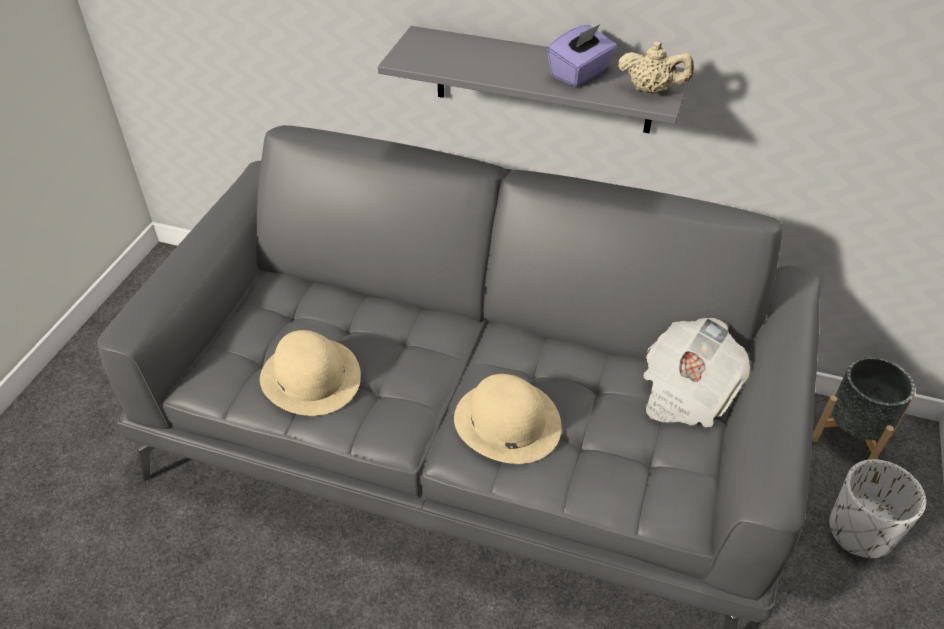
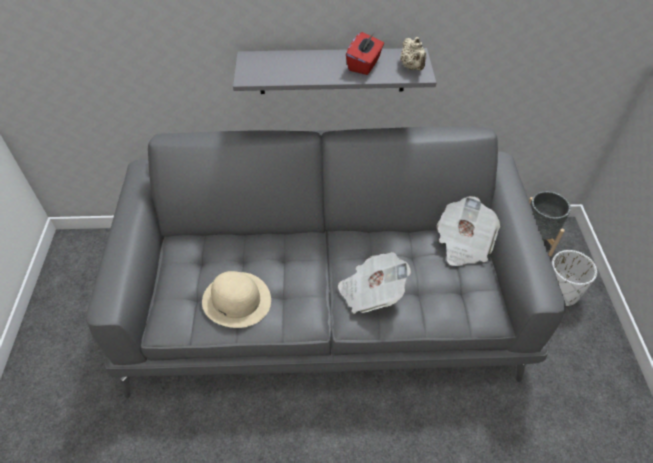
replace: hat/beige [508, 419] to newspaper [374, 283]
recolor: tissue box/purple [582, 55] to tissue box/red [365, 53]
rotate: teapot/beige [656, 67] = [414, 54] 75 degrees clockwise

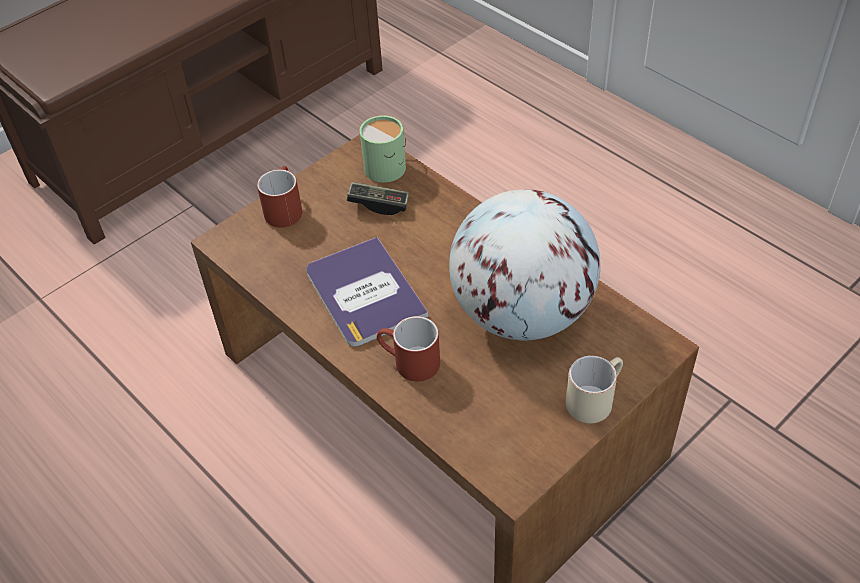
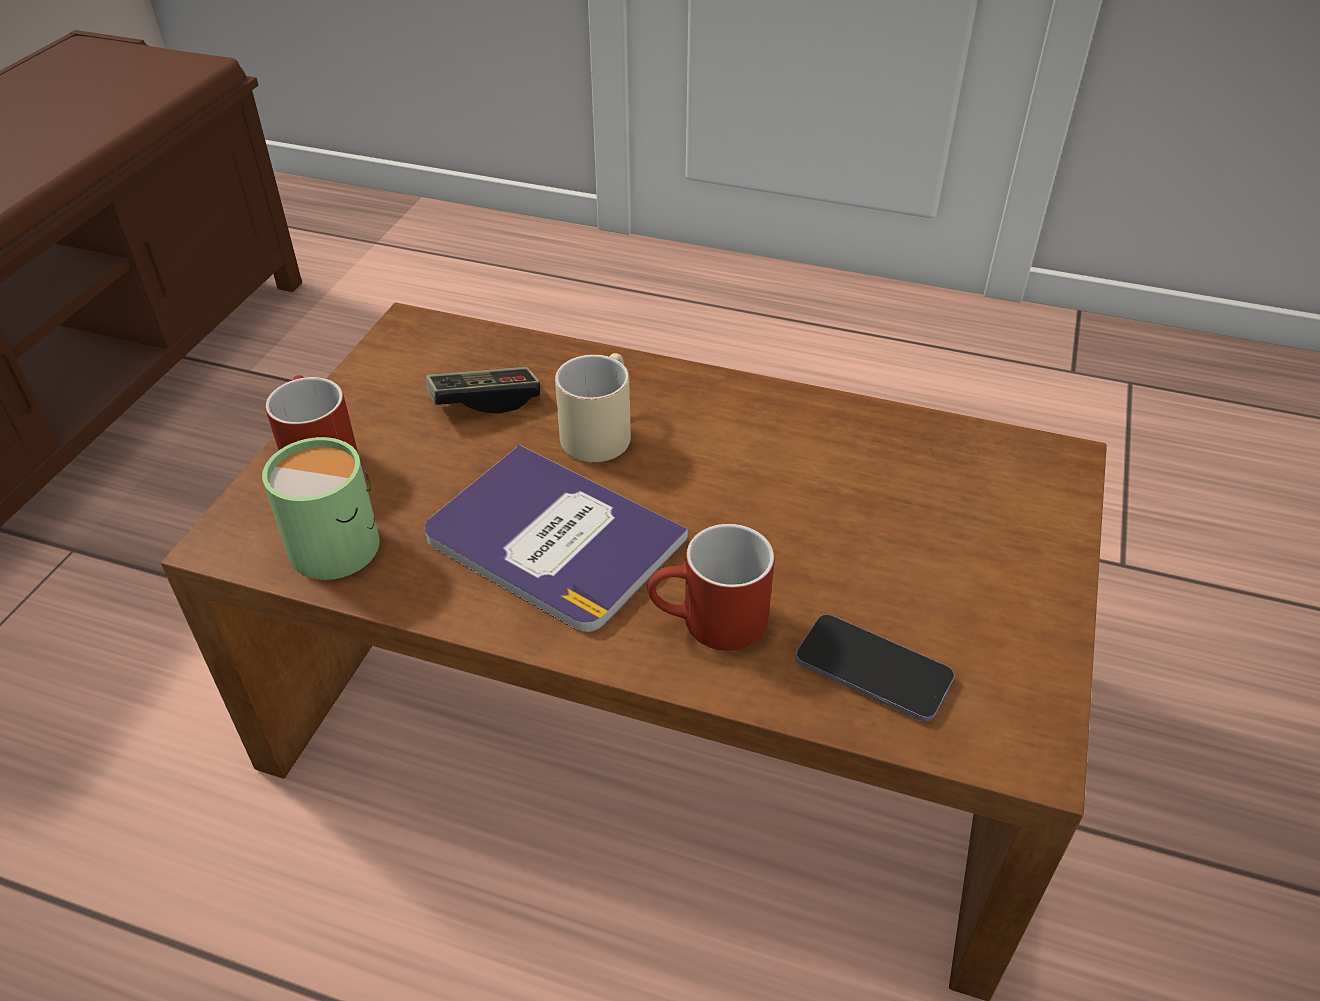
delete: globe [524, 264]
insert: phone [875, 668]
move: mug/green [383, 149] to [321, 508]; mug/beige [594, 389] to [593, 407]

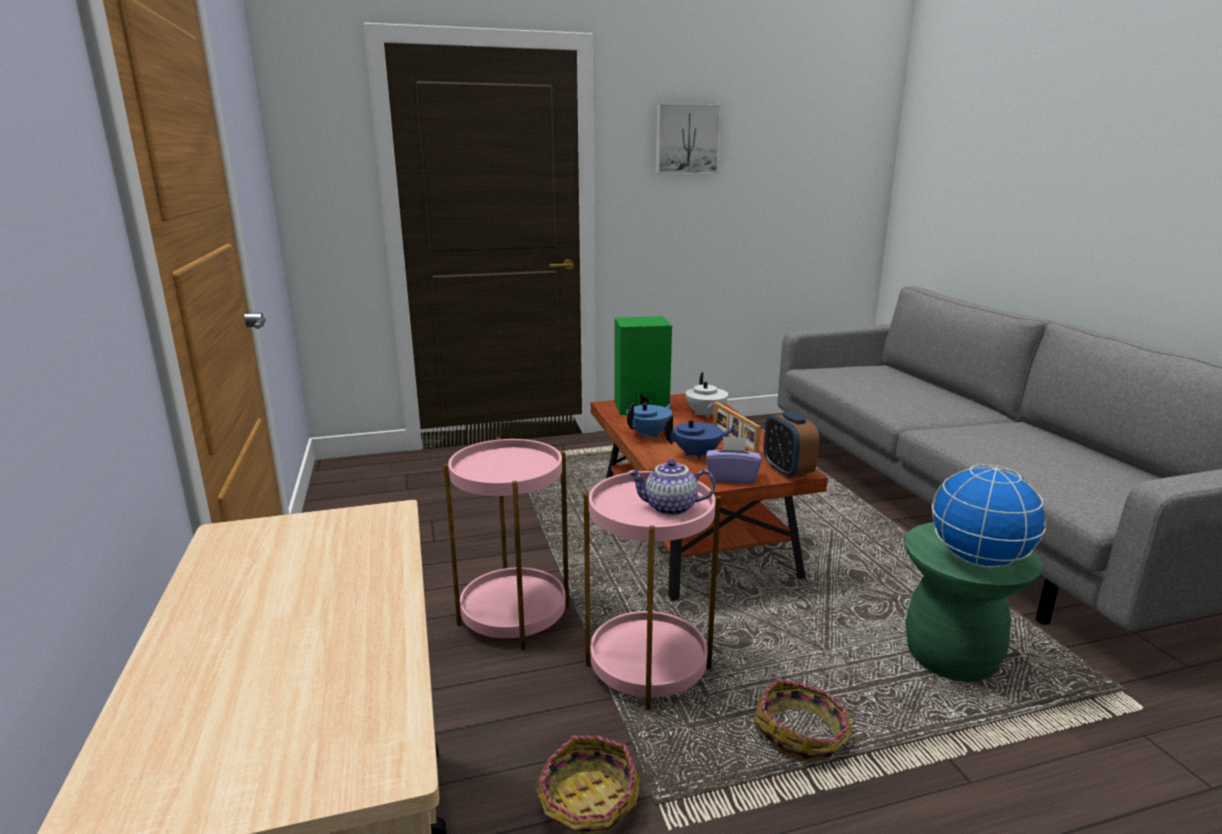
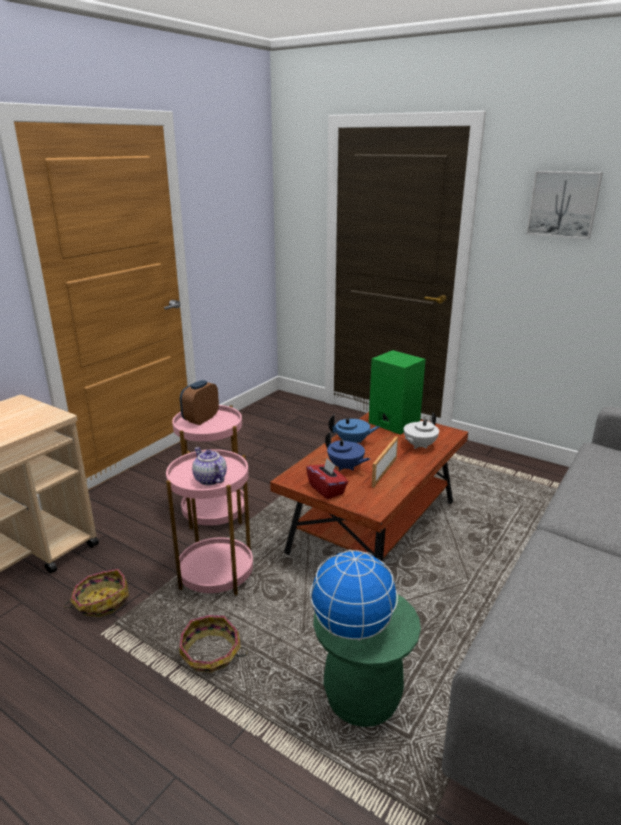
move: alarm clock [791, 445] to [199, 402]
recolor: tissue box/purple [734, 460] to tissue box/red [327, 479]

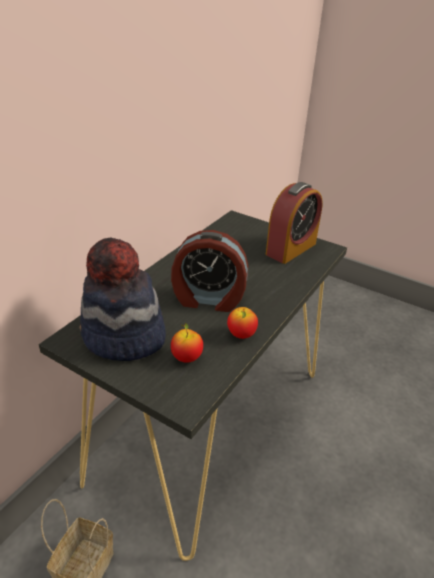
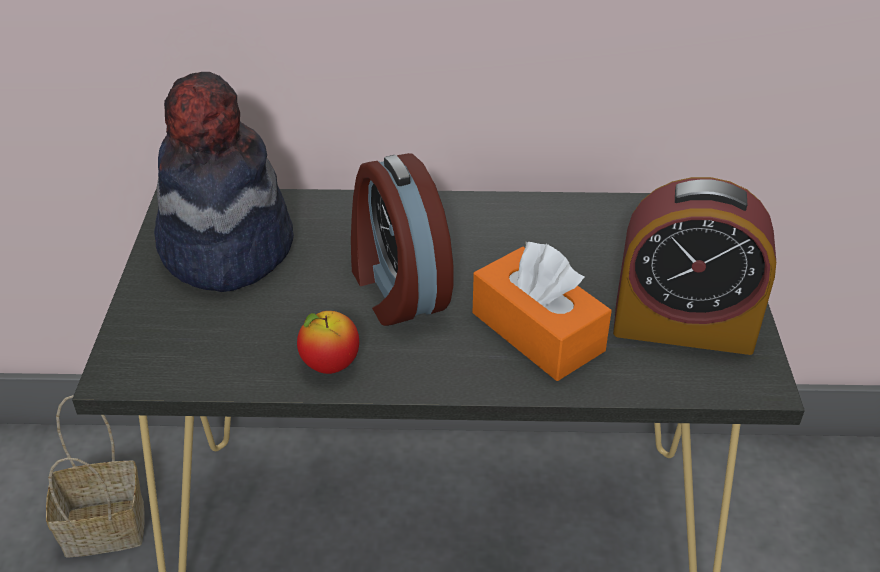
delete: apple [187, 343]
insert: tissue box/orange [542, 311]

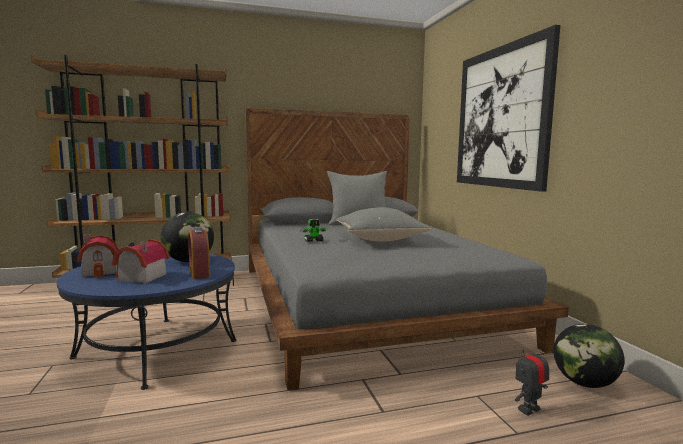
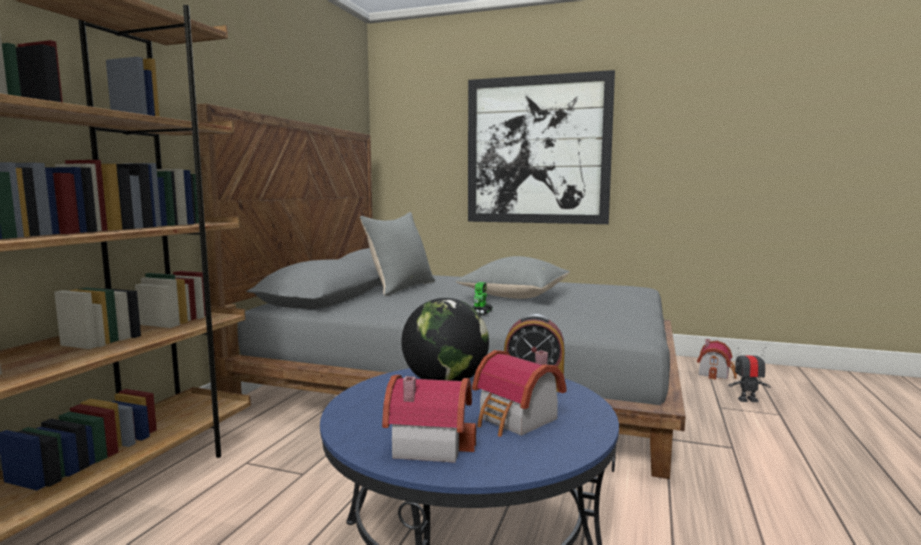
replace: globe [589, 356] to toy house [717, 359]
rotate: toy robot [532, 379] = [749, 374] 90 degrees clockwise

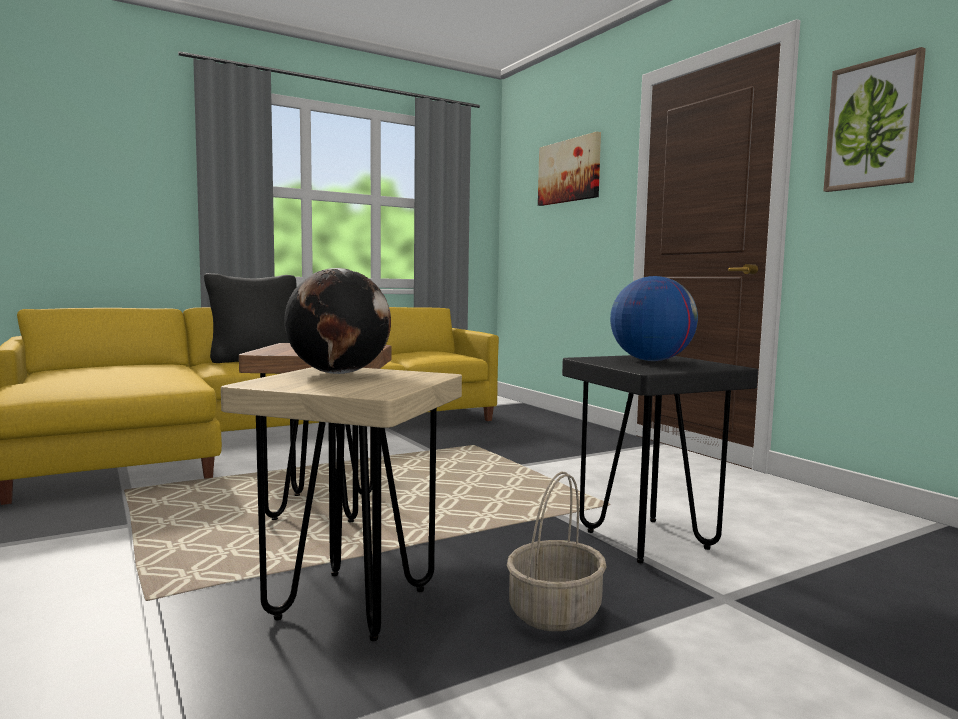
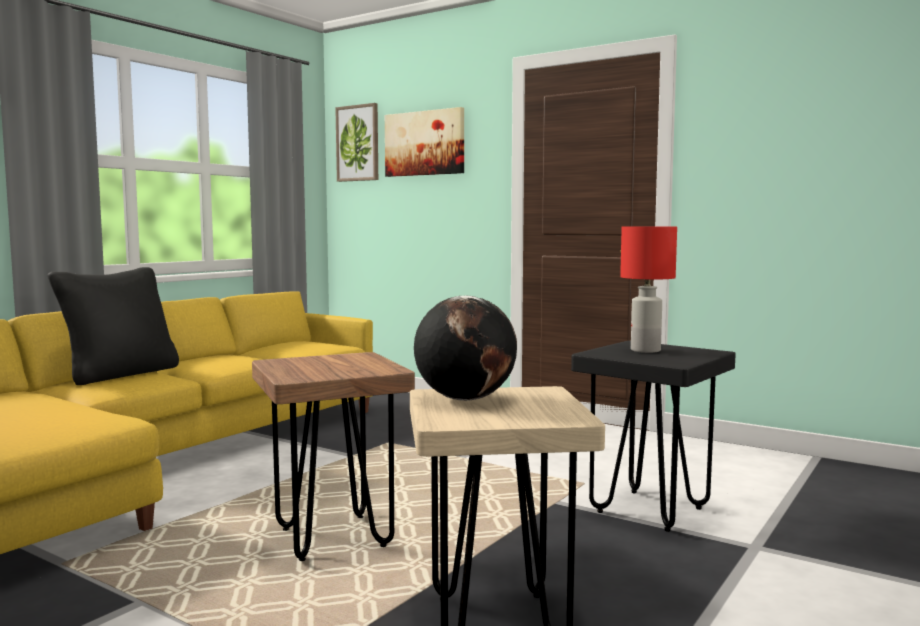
delete: basket [557, 551]
move: picture [875, 119] to [356, 142]
replace: globe [654, 318] to table lamp/red [648, 290]

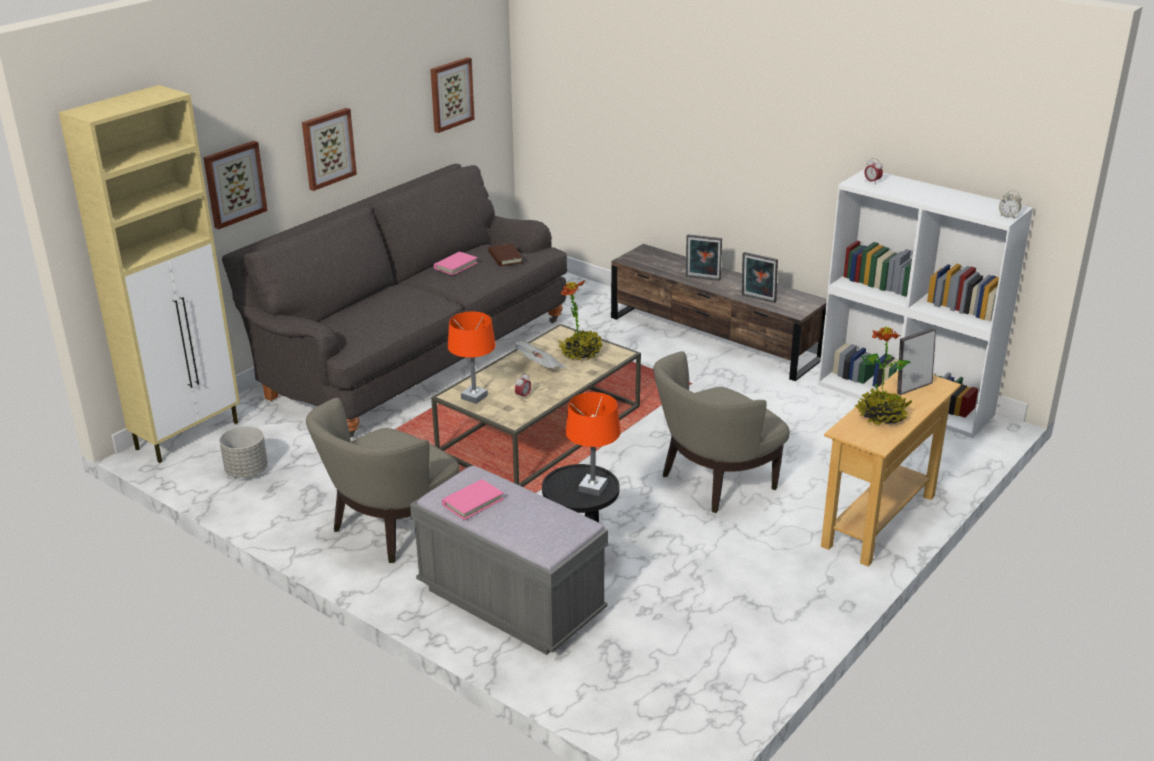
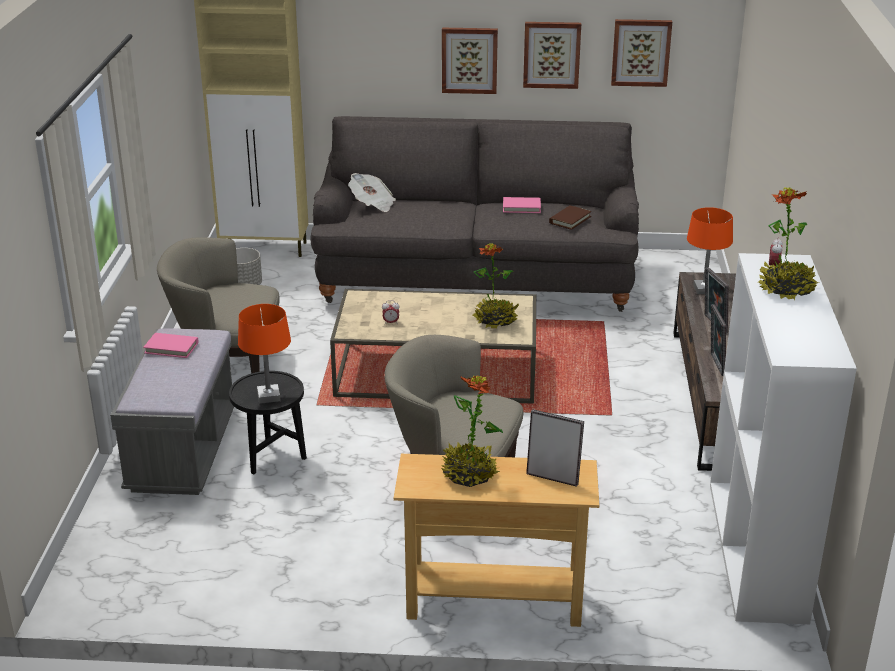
delete: alarm clock [1010, 204]
insert: potted plant [788, 243]
move: newspaper [539, 355] to [372, 192]; picture [235, 185] to [552, 55]; table lamp/orange [472, 358] to [710, 250]

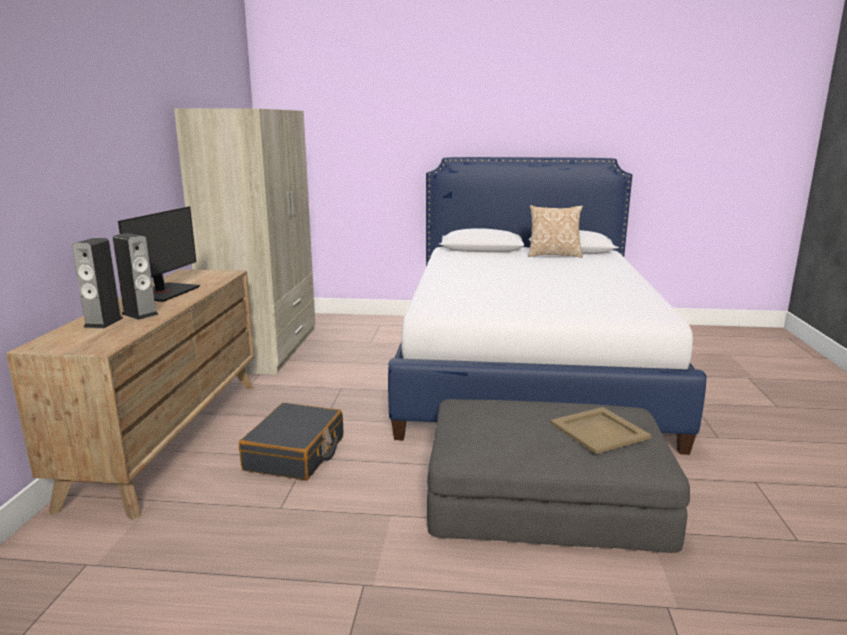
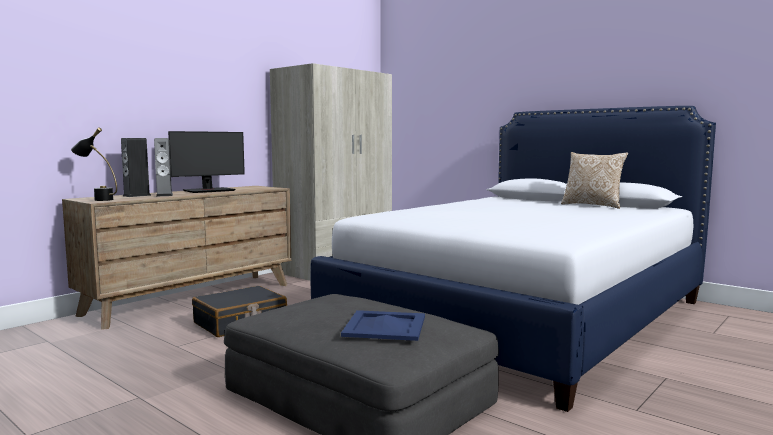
insert: table lamp/black [94, 164]
recolor: tray/beige [601, 430] to tray/blue [383, 325]

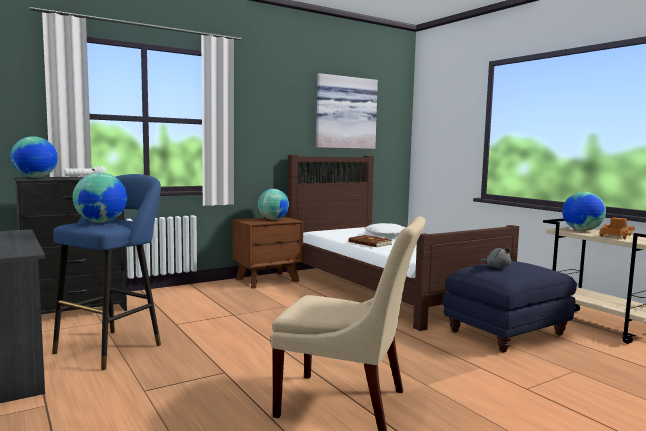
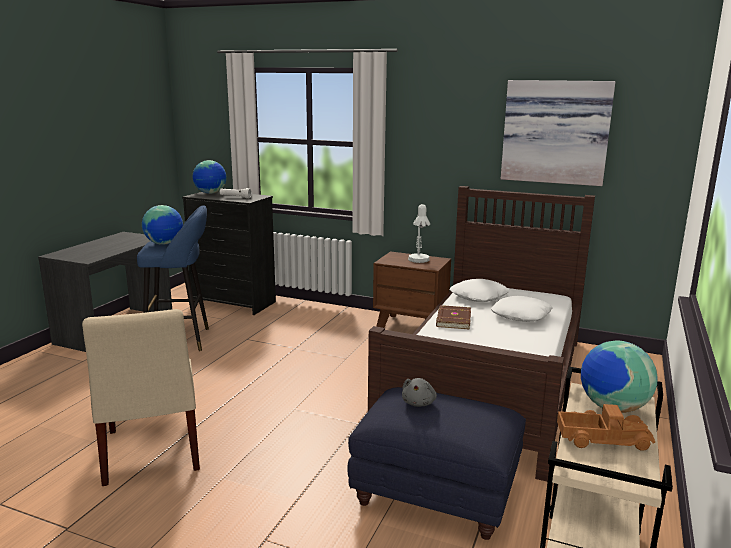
insert: pillow/white [479, 290]
replace: globe [273, 204] to table lamp/white [419, 233]

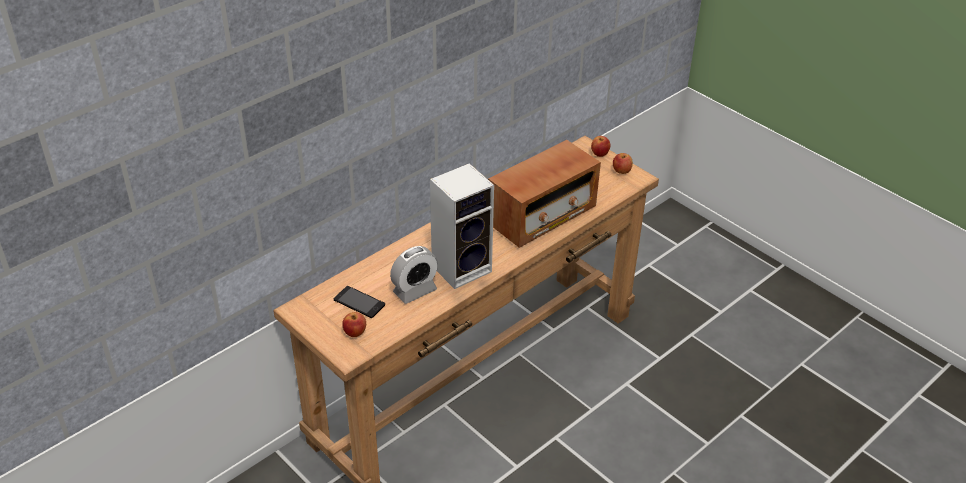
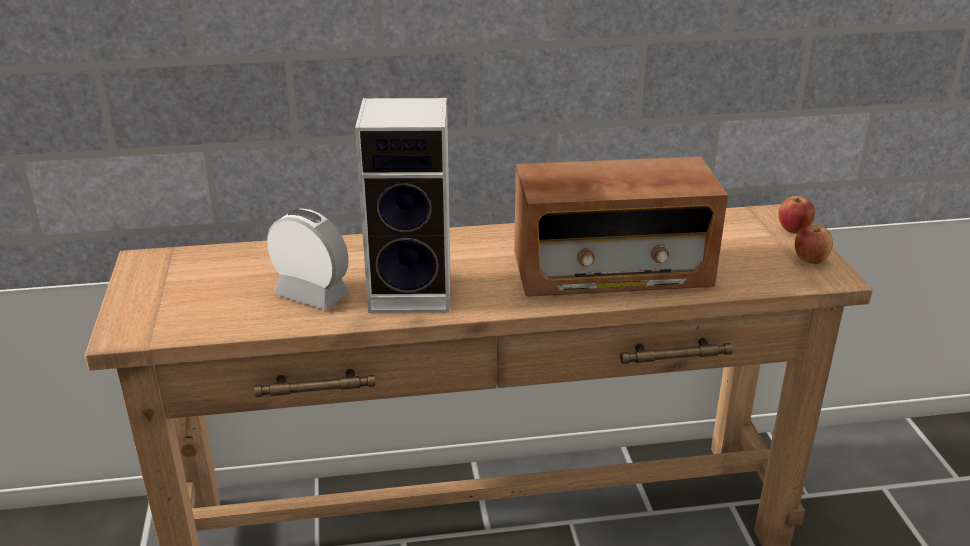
delete: phone [359, 302]; apple [354, 324]
rotate: alarm clock [414, 275] = [308, 259] 150 degrees counterclockwise

